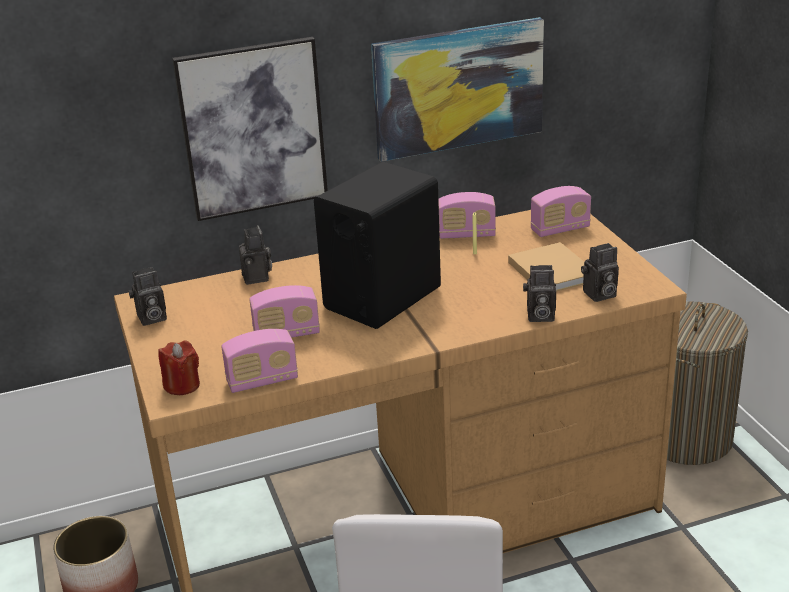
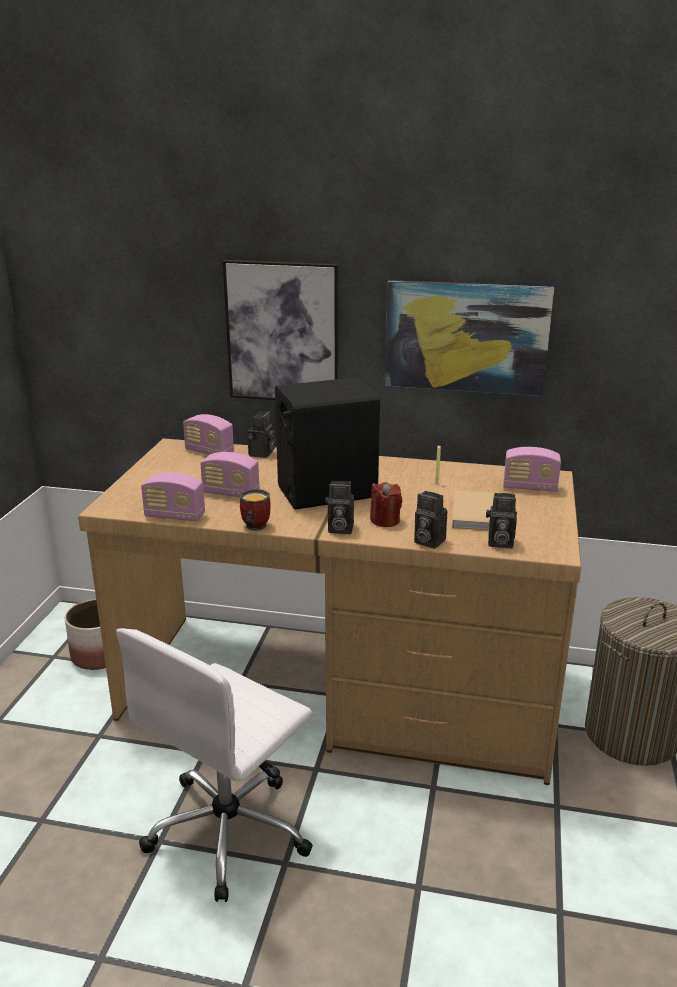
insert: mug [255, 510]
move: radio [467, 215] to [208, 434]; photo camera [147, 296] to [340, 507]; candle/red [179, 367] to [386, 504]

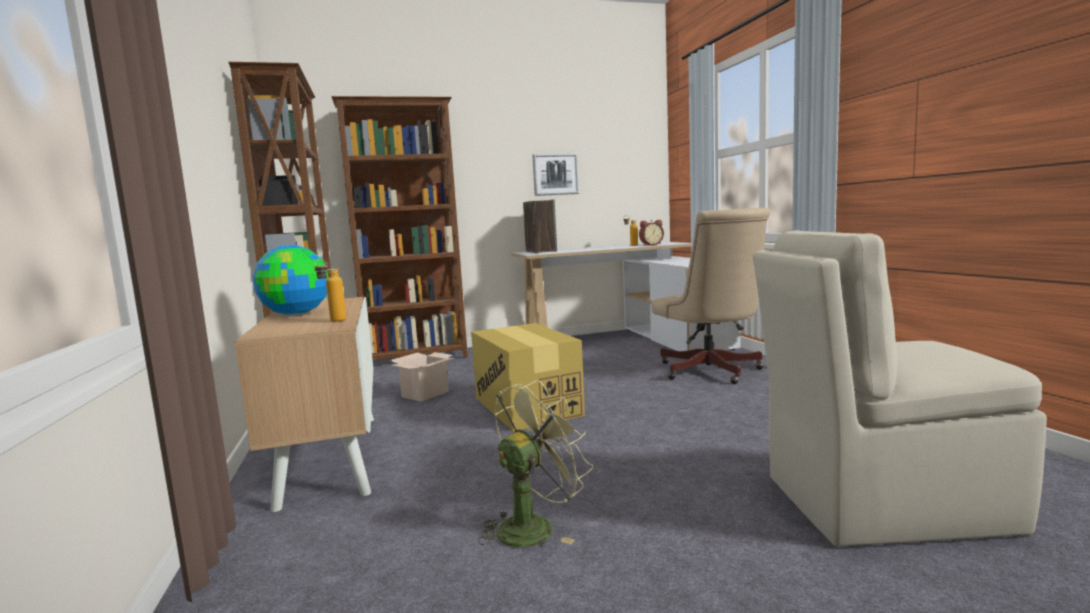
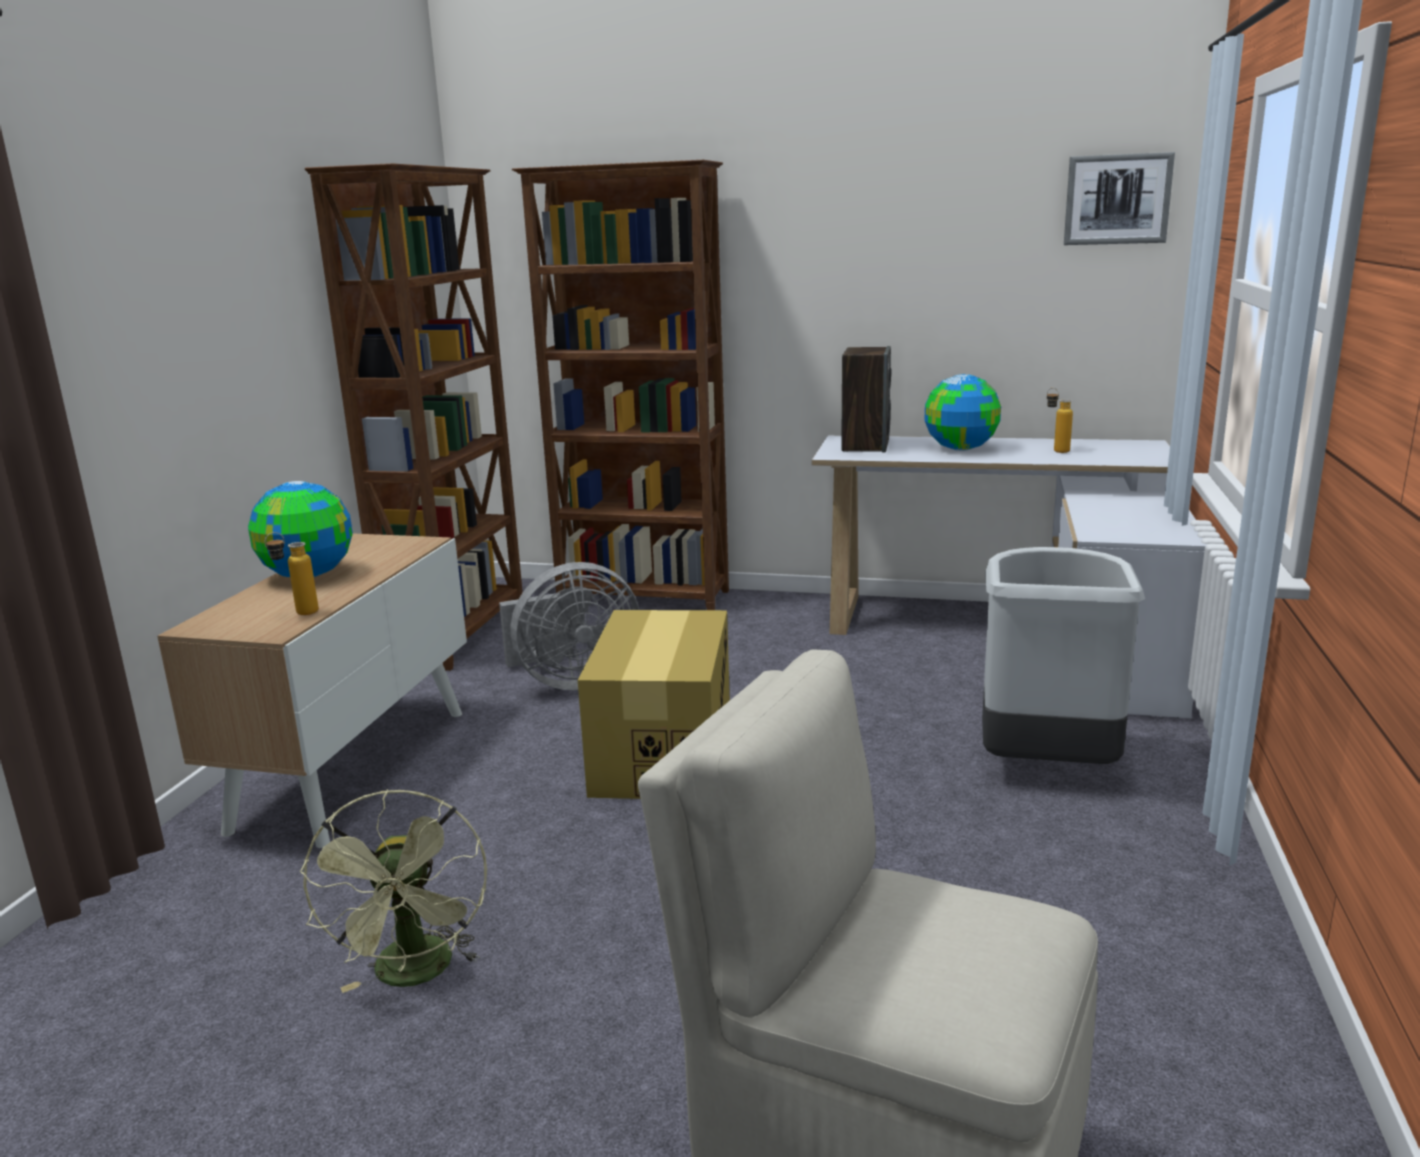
delete: alarm clock [651, 232]
insert: globe [963, 412]
move: picture [555, 174] to [1119, 198]
replace: cardboard box [421, 377] to fan/grey [569, 626]; office chair/beige [710, 295] to trash can/grey [1063, 655]
rotate: fan/green [535, 463] = [393, 891] 90 degrees clockwise

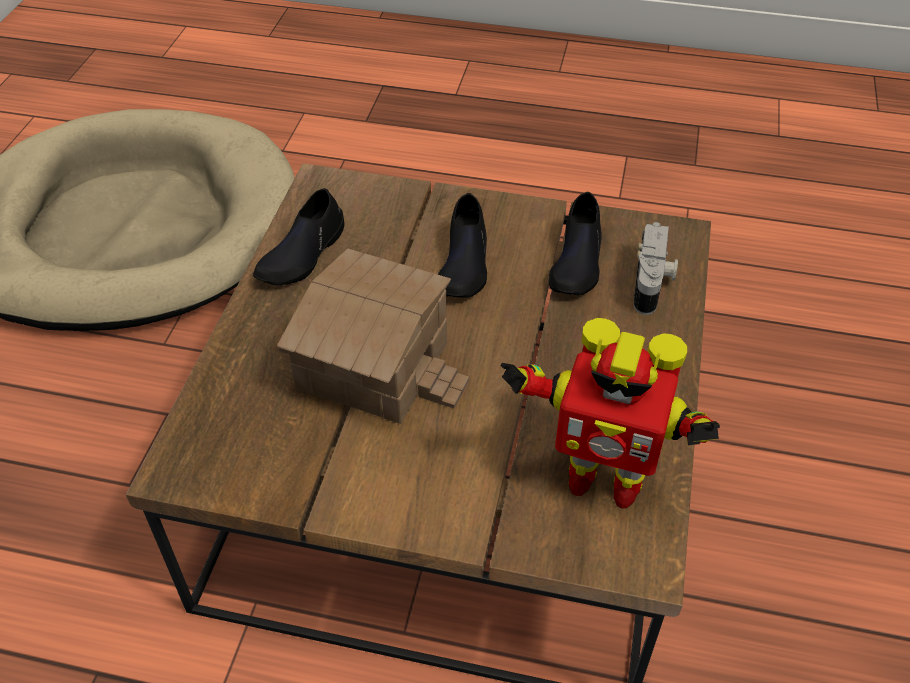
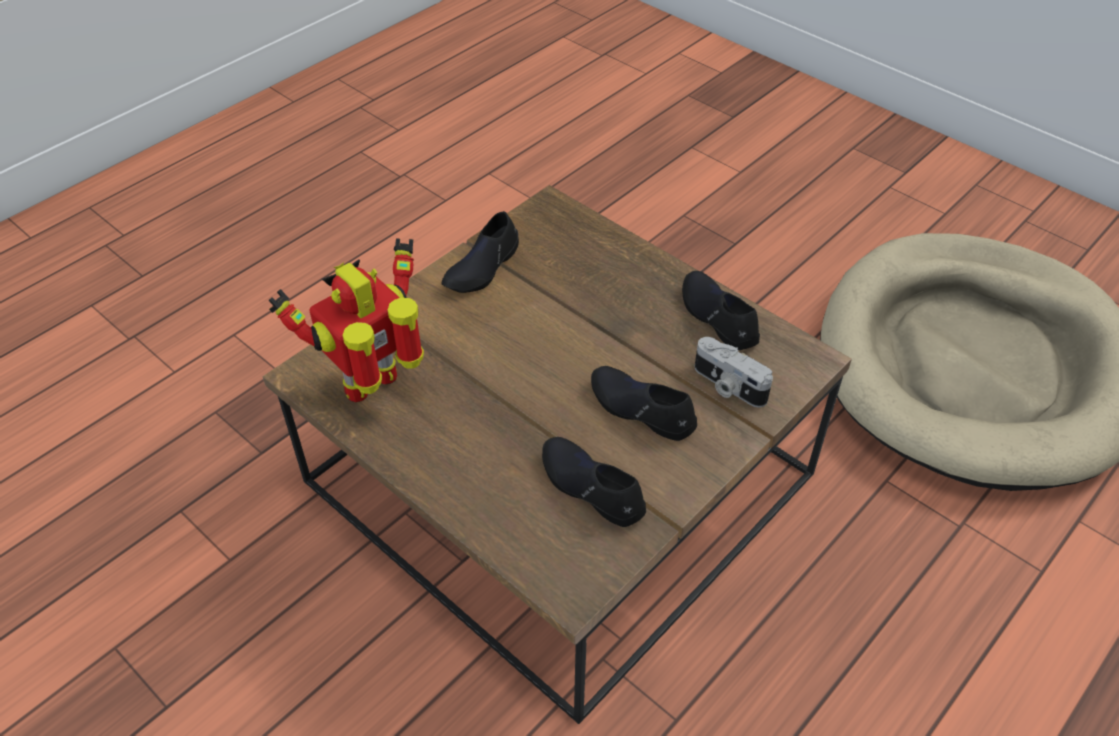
delete: toy house [373, 336]
insert: shoe/black [480, 252]
move: photo camera [656, 268] to [734, 372]

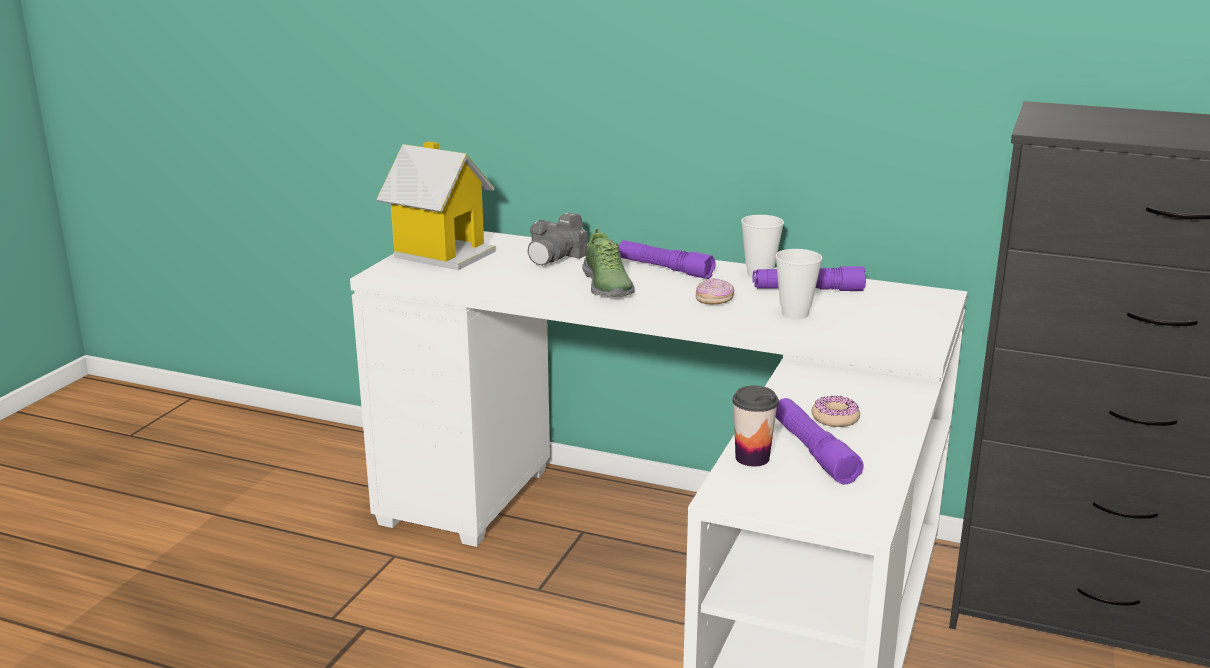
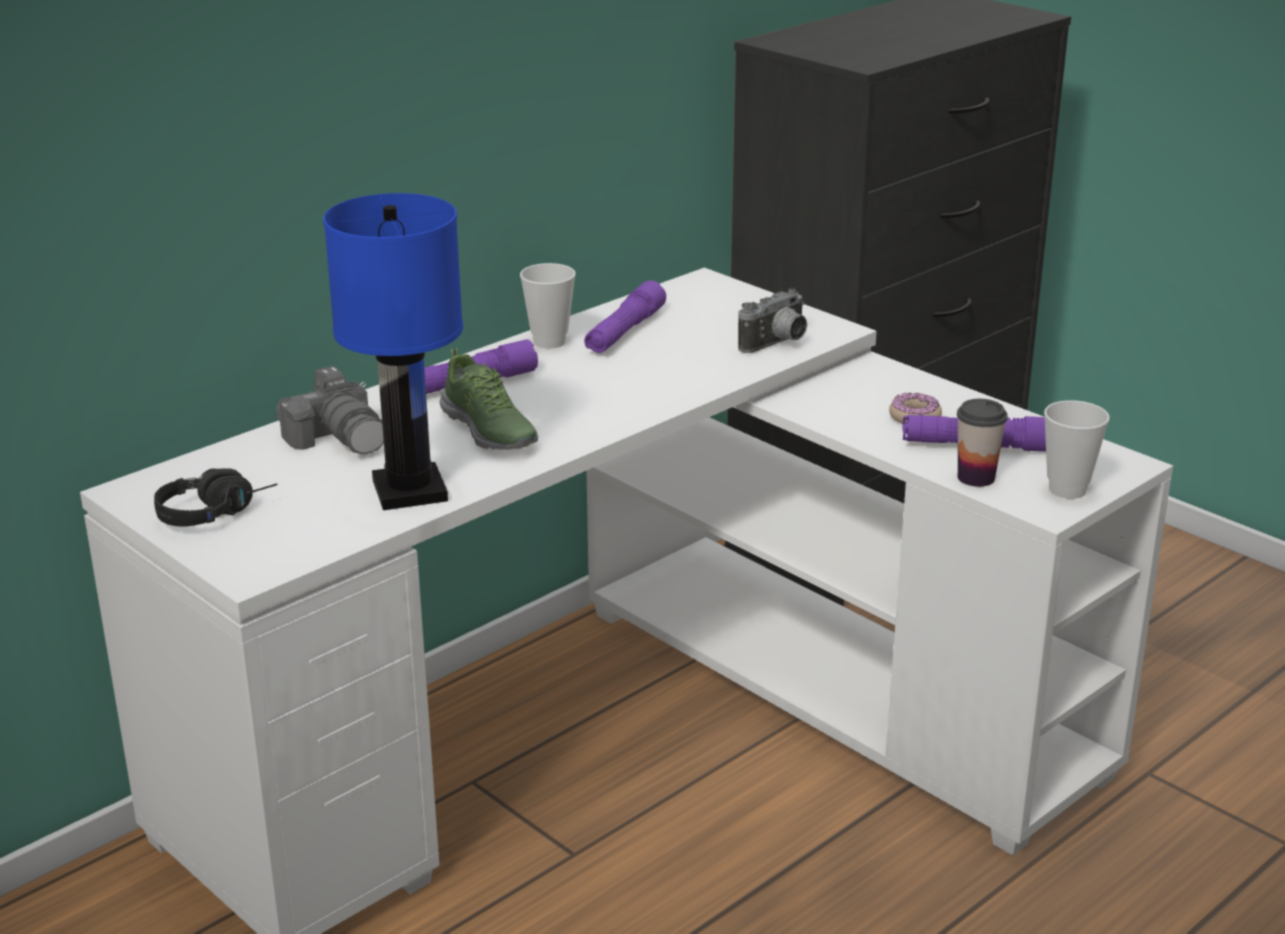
delete: donut [714, 291]
insert: table lamp/blue [393, 351]; photo camera [772, 320]
move: cup [799, 284] to [1077, 449]
replace: toy house [436, 205] to headphones/black [215, 497]
rotate: shoe [608, 263] = [489, 399] 45 degrees clockwise

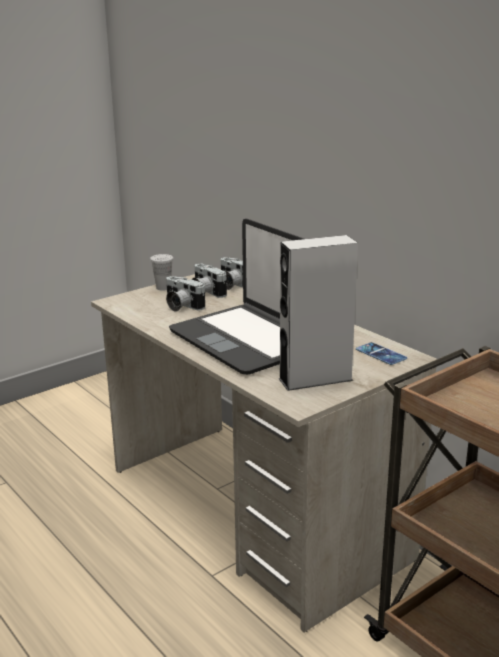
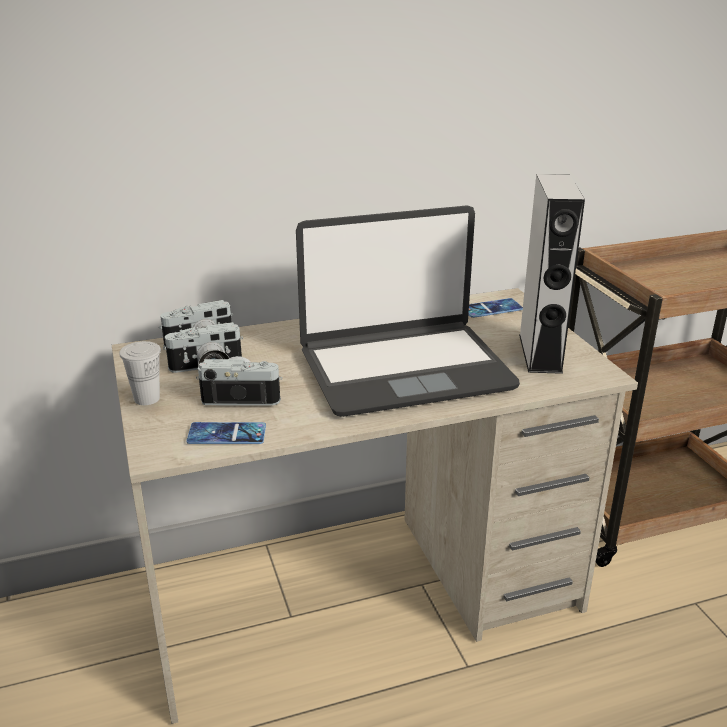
insert: phone [226, 433]
rotate: photo camera [185, 294] = [239, 381] 150 degrees counterclockwise

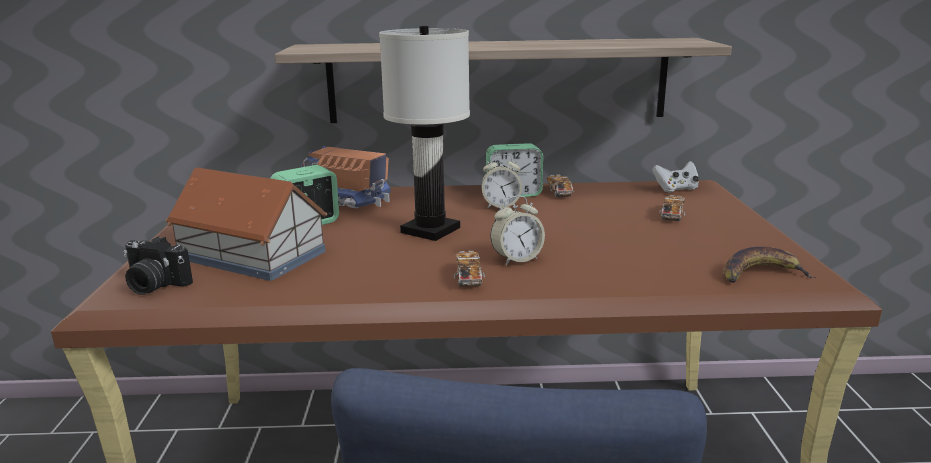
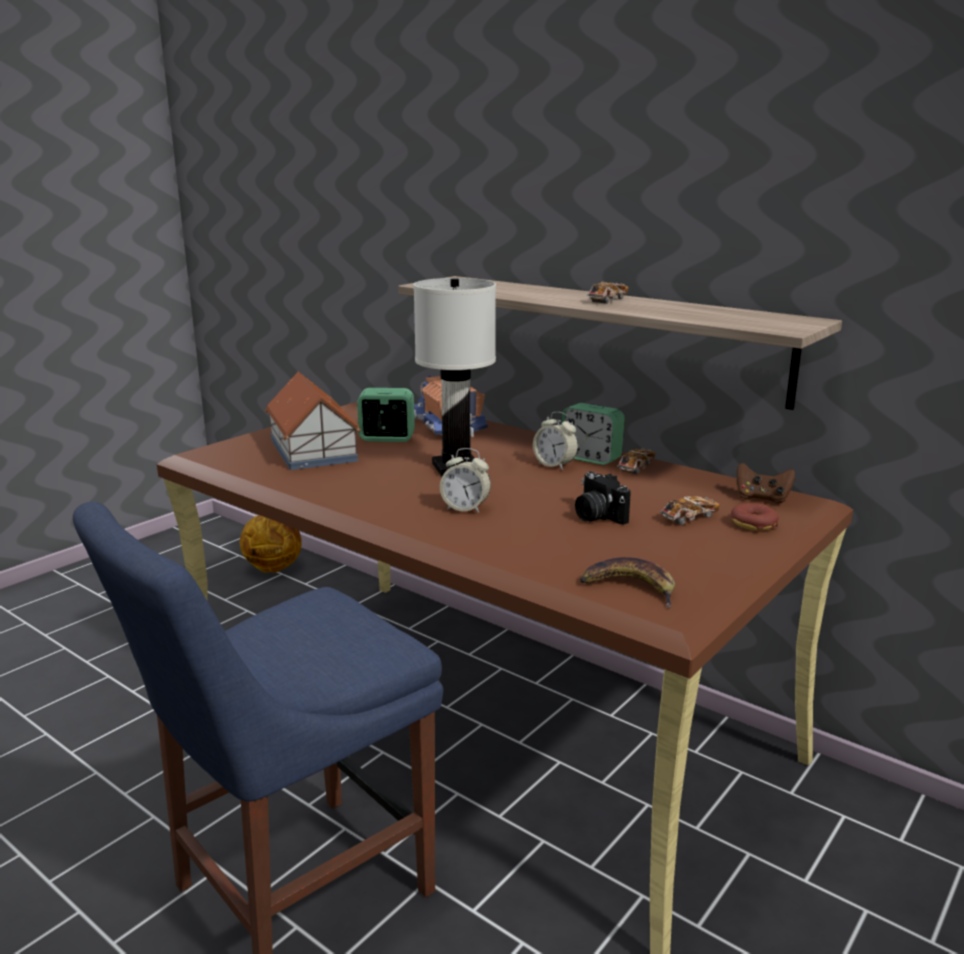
insert: basketball [271, 544]; donut [755, 516]
move: photo camera [158, 265] to [603, 497]; toy car [469, 268] to [607, 292]
recolor: game controller/white [675, 177] to game controller/brown [766, 483]

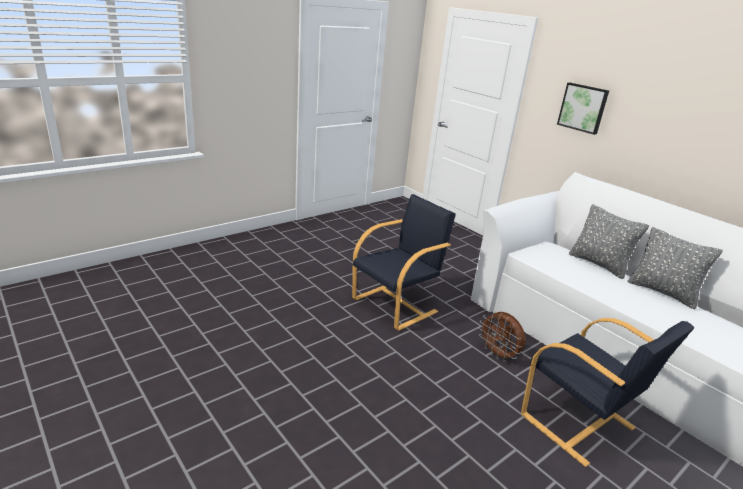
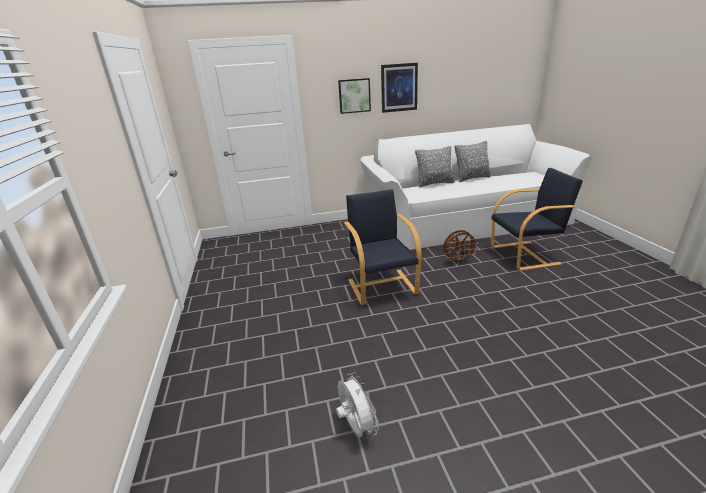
insert: fan/white [357, 404]; picture [399, 88]

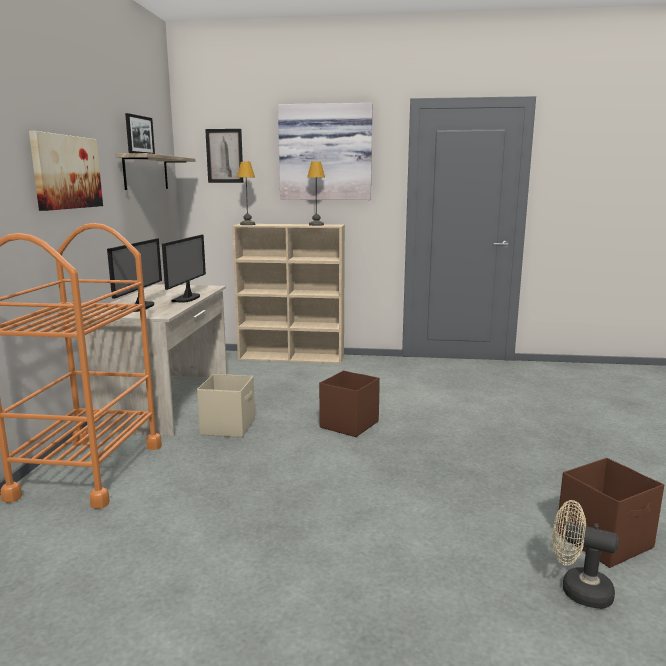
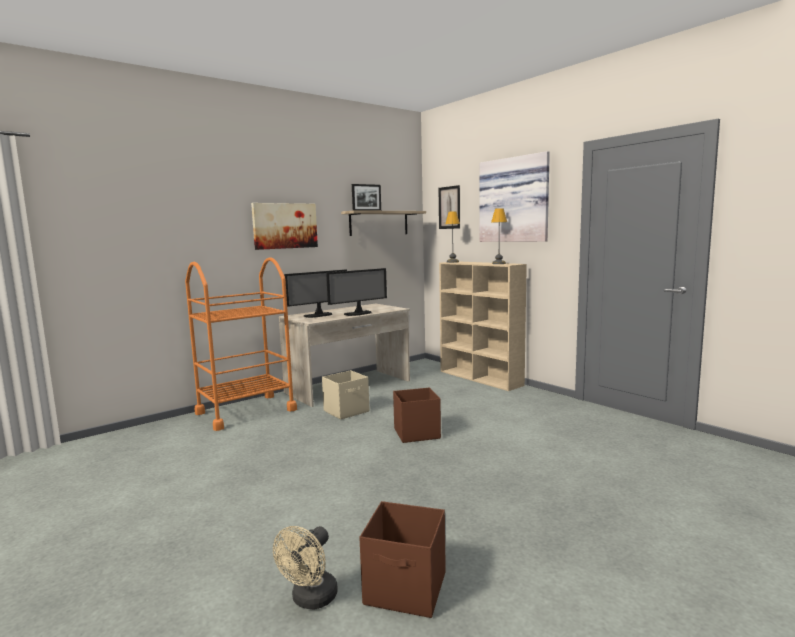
rotate: fan/beige [585, 554] = [305, 568] 135 degrees counterclockwise

